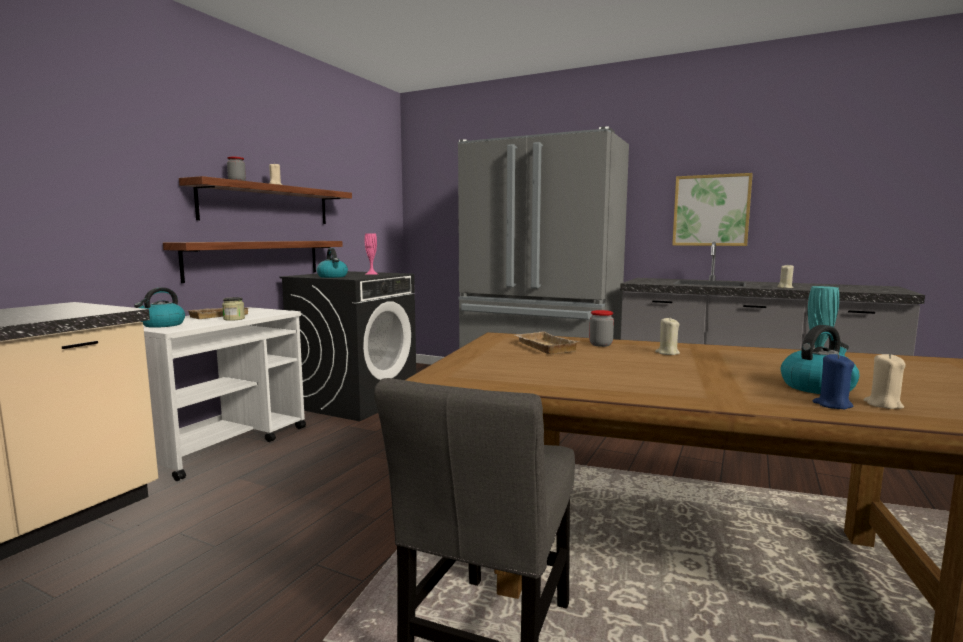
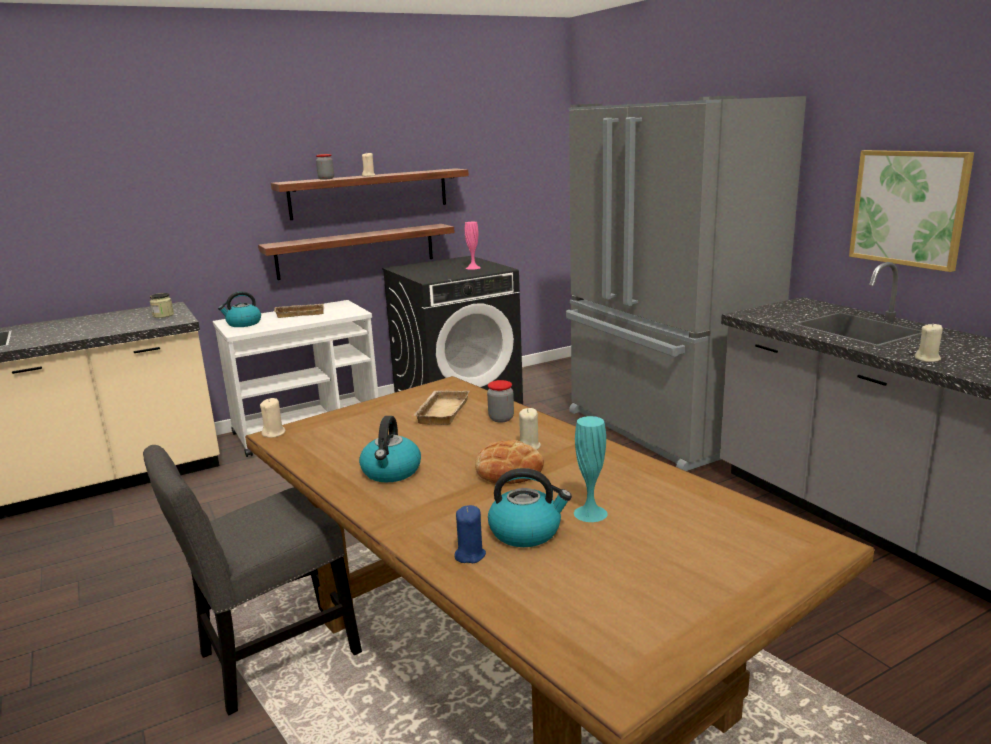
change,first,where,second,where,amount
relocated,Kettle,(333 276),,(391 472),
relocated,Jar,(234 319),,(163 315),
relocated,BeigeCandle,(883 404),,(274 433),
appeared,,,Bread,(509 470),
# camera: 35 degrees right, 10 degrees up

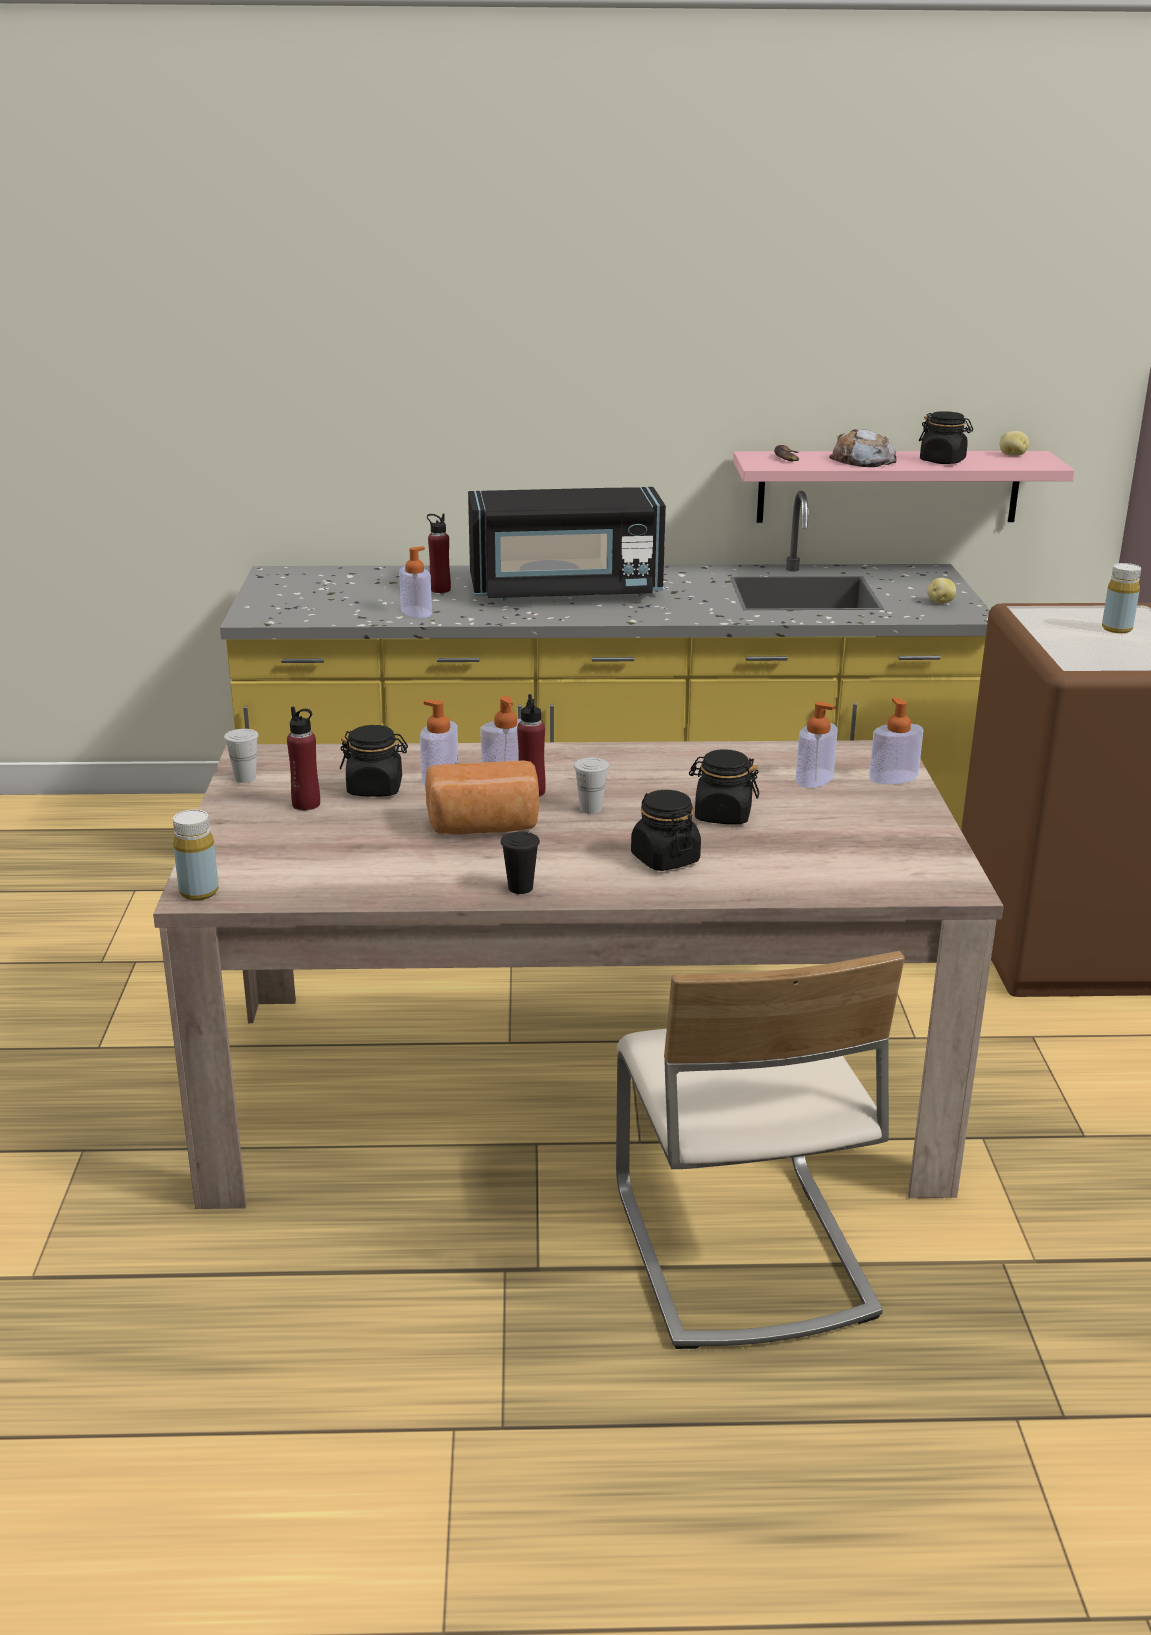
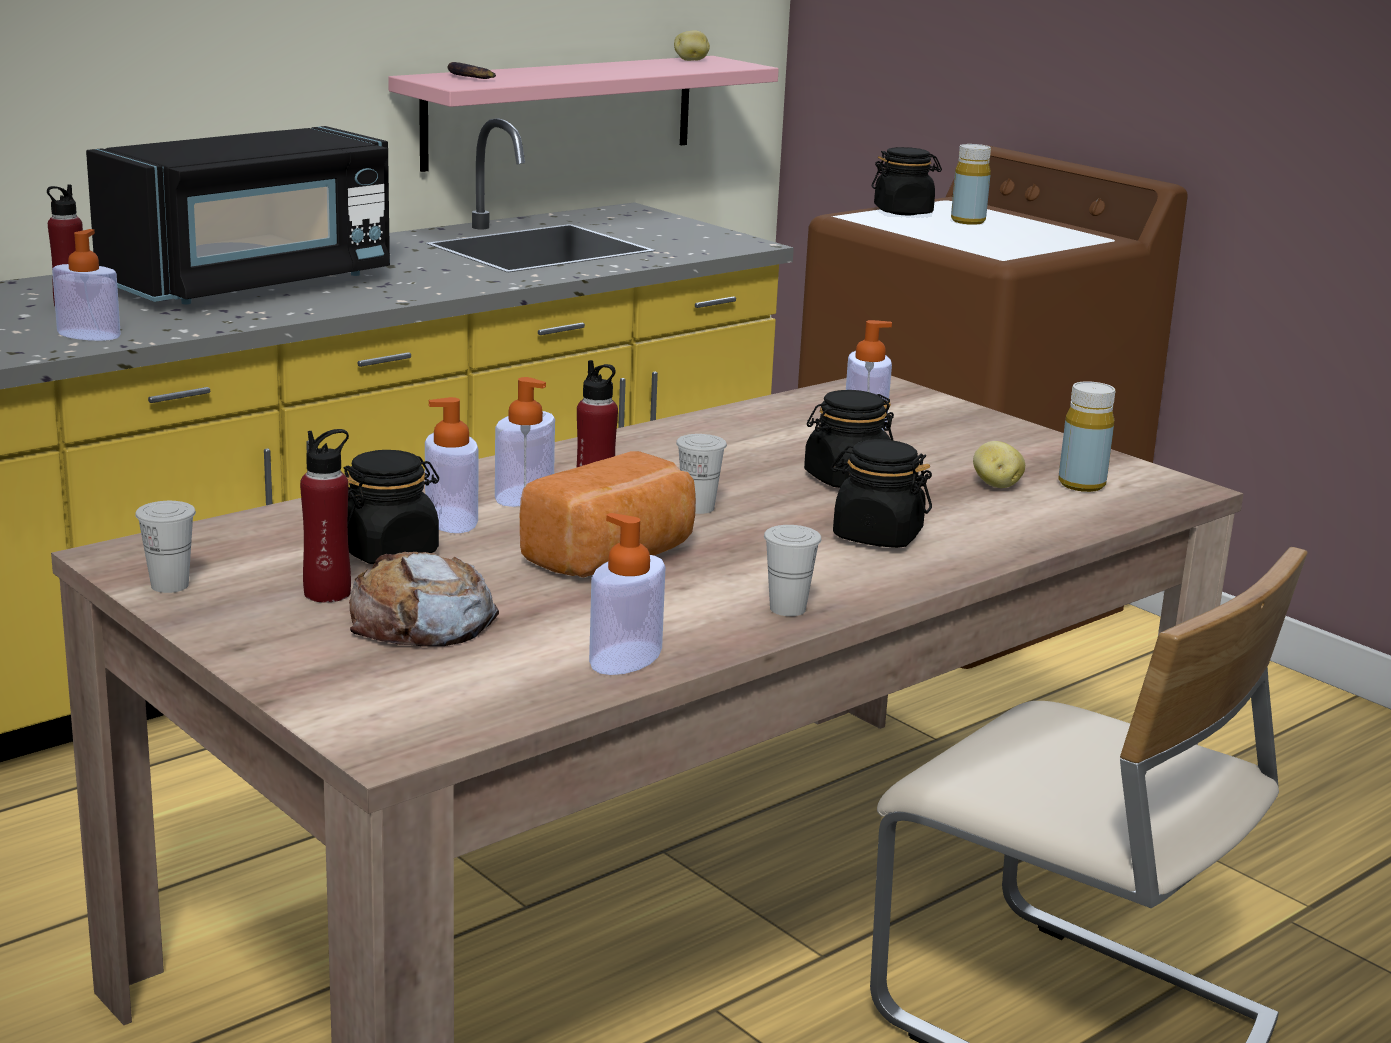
change,first,where,second,where,amount
relocated,BlackJar,(942 461),,(903 212),
relocated,Bread,(862 460),,(422 621),
relocated,Potato,(940 602),,(996 485),
relocated,SoapDispenser,(893 777),,(625 658),
relocated,YellowBottle,(199 892),,(1081 484),
colour,BlackCup,(520 888),WhiteCup,(787 609),
# camera: 40 degrees left, 5 degrees down

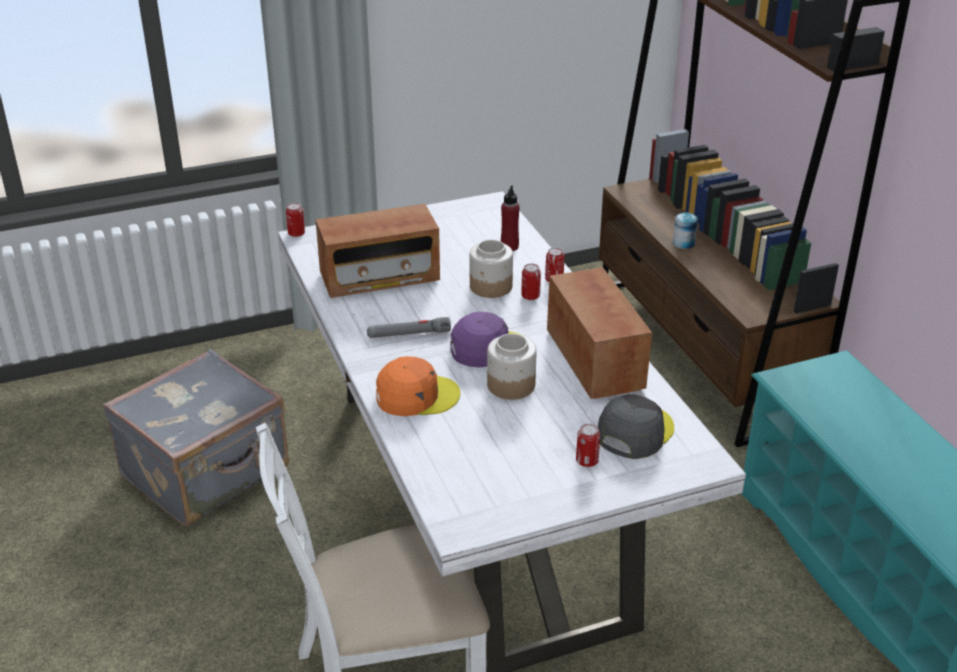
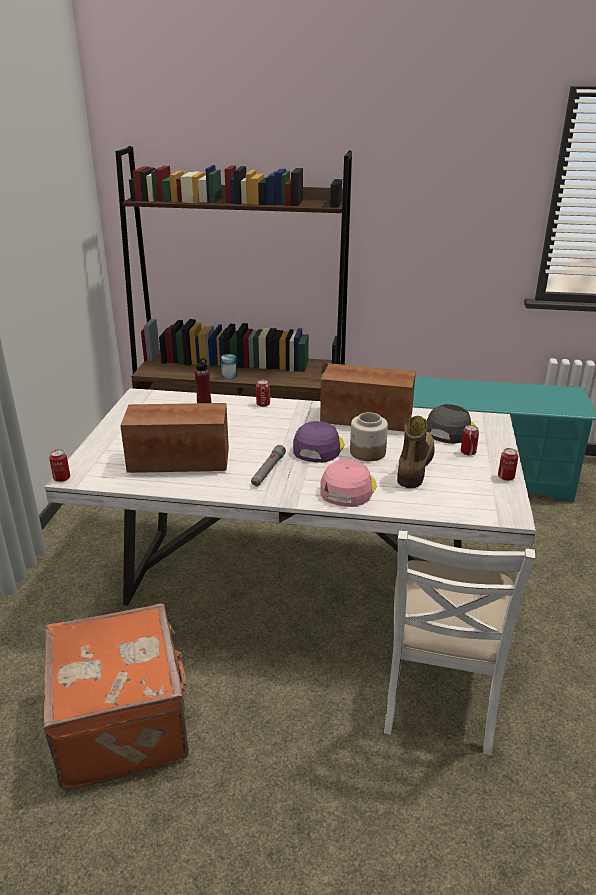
change,first,where,second,where,amount
spun,Radio,(379 278),,(179 461),105 degrees counterclockwise
missing,Jar,(491 287),,,
relocated,Can,(530 296),,(506 477),
colour,GreySuitcase,(208 473),OrangeSuitcase,(124 722),
colour,OrangeCap,(416 395),PinkCap,(347 489),
spun,GreyCap,(634 432),,(450 430),60 degrees clockwise
appeared,,,Boot,(414 466),
# camera: 60 degrees left, 5 degrees down

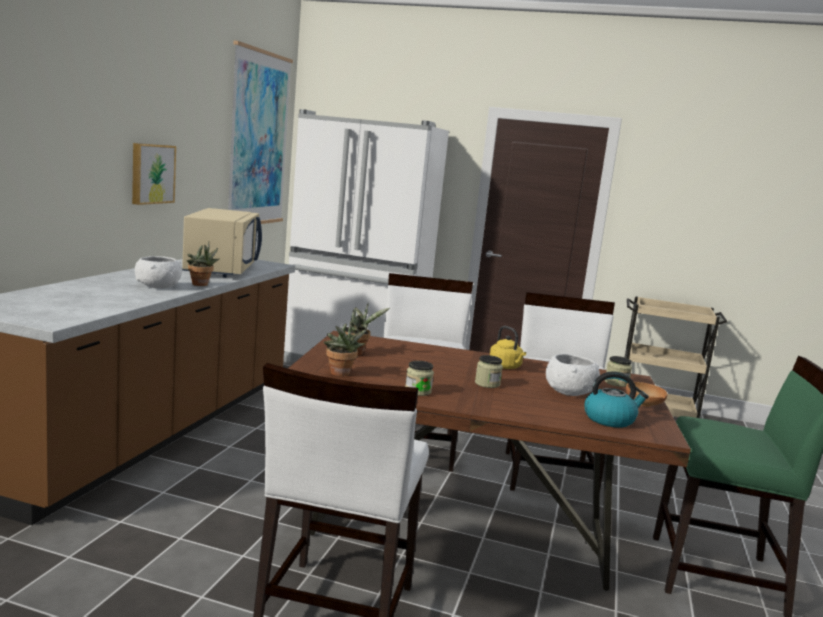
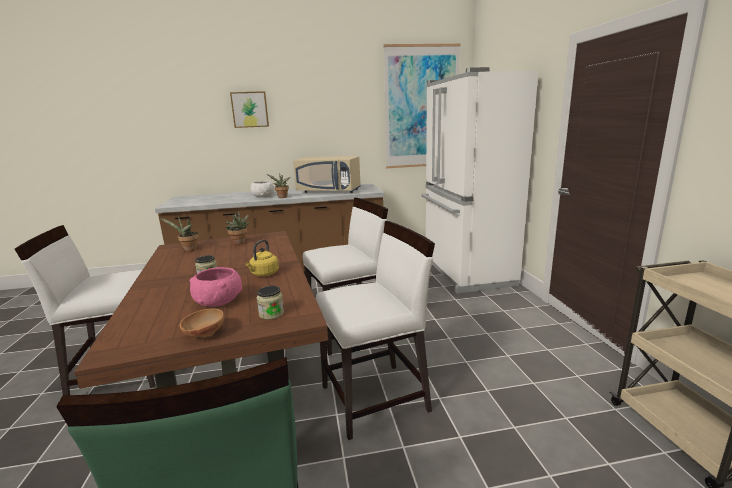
change,first,where,second,where,amount
relocated,Picture,(151 173),,(250 109),
spun,BeigeMicrowave,(221 269),,(329 191),45 degrees clockwise
colour,WhiteBowl,(569 391),PinkBowl,(218 301),
missing,Jar,(418 391),,,
missing,Kettle,(610 419),,,
# camera: 65 degrees right, 5 degrees up

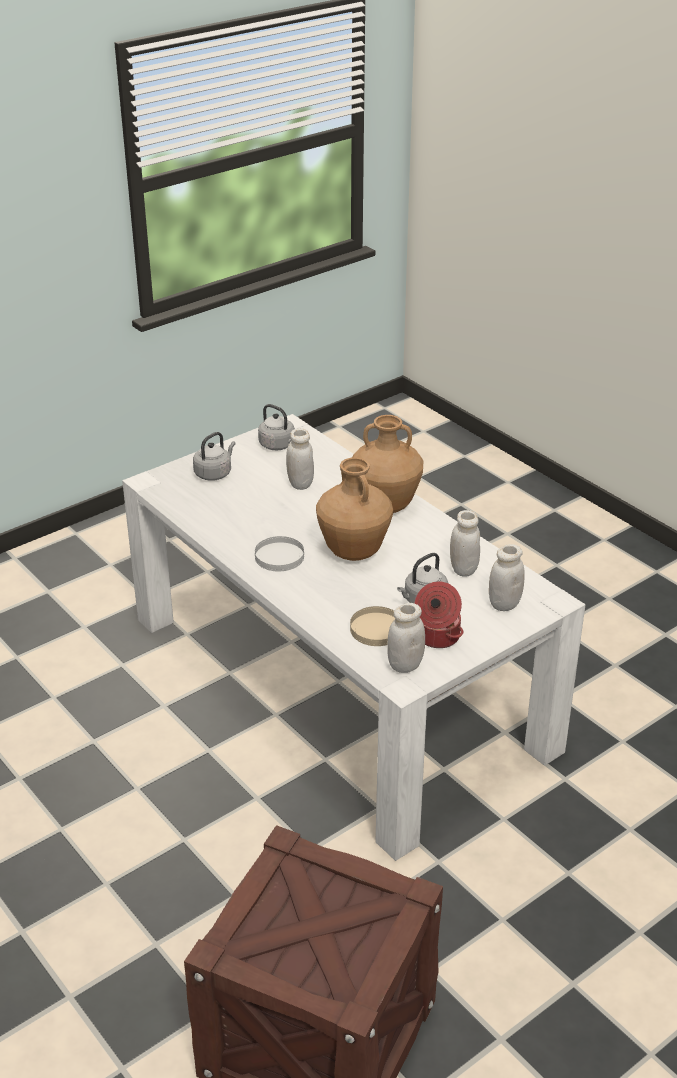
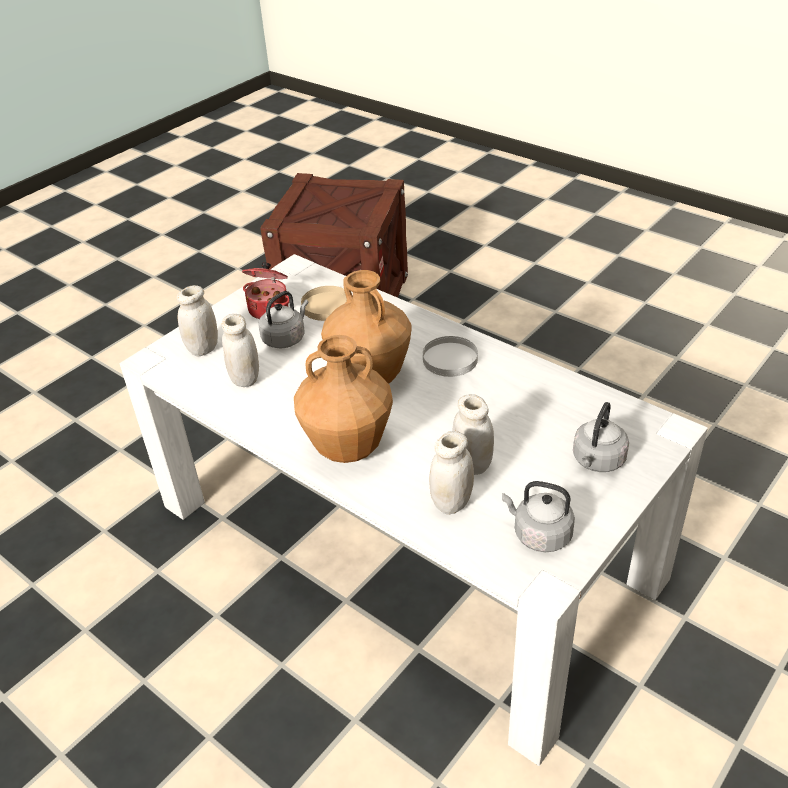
change,first,where,second,where,amount
relocated,WhiteJar,(405 665),,(452 503),
# camera: 170 degrees right, 5 degrees up

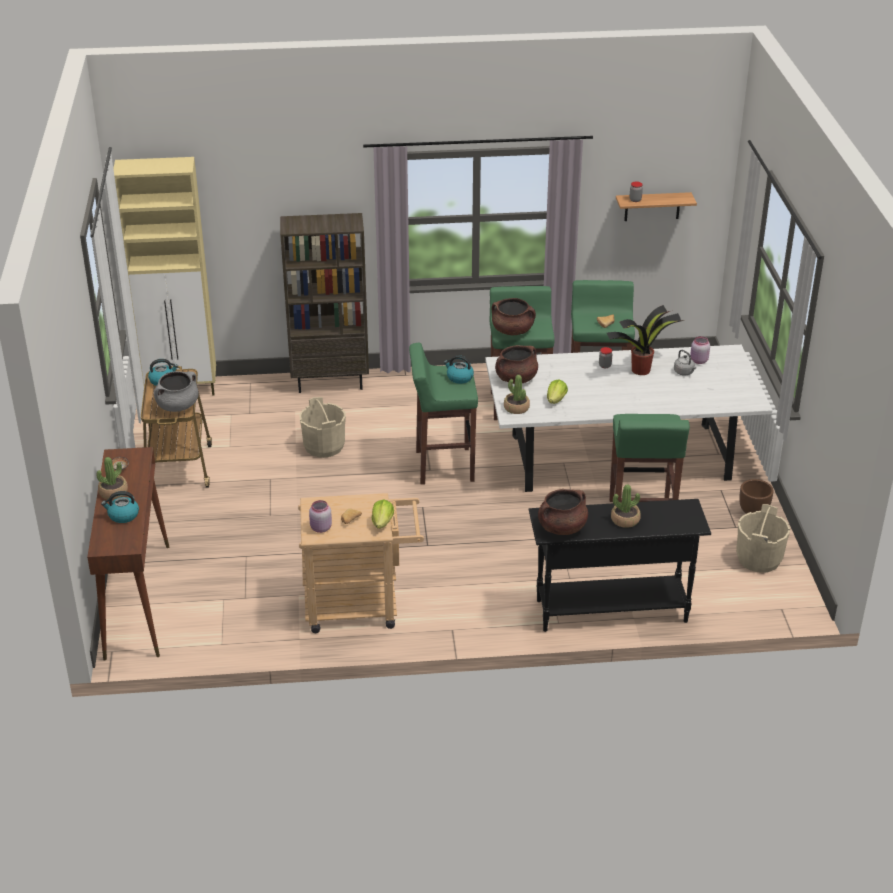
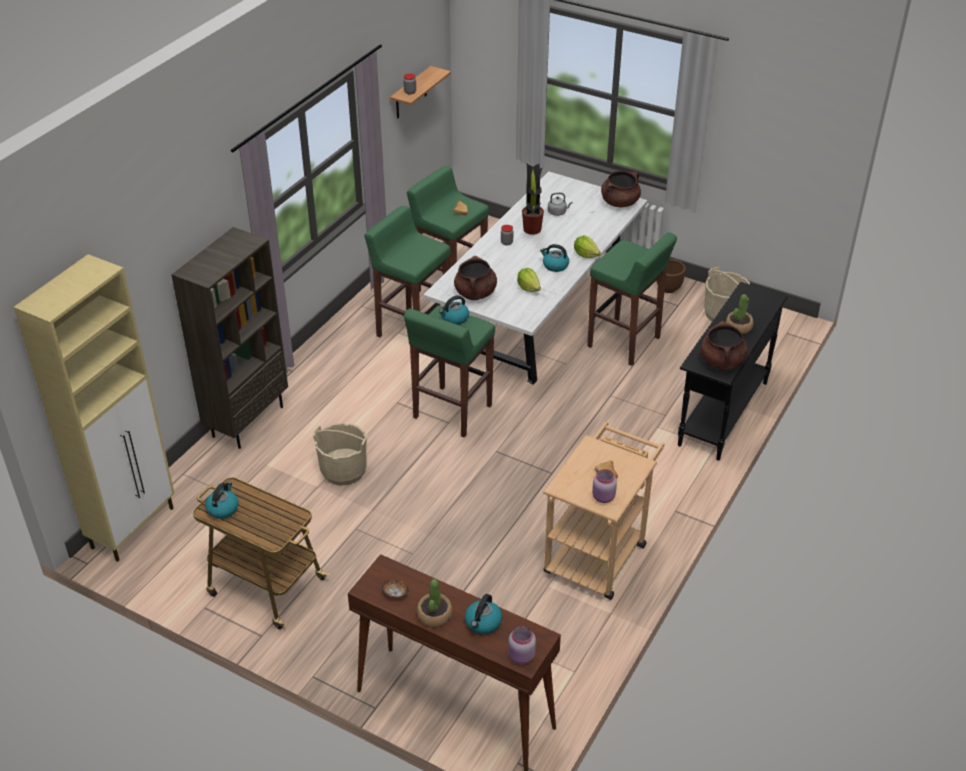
change,first,where,second,where,amount
relocated,BrownCookingPot,(512 331),,(620 202),
relocated,PinkJar,(698 361),,(521 657),
missing,GreyCookingPot,(177 406),,,
missing,PottedPlant,(516 408),,,
relocated,Lettuce,(382 522),,(586 254),
appeared,,,Kettle,(555 266),
# camera: 55 degrees left, 5 degrees up

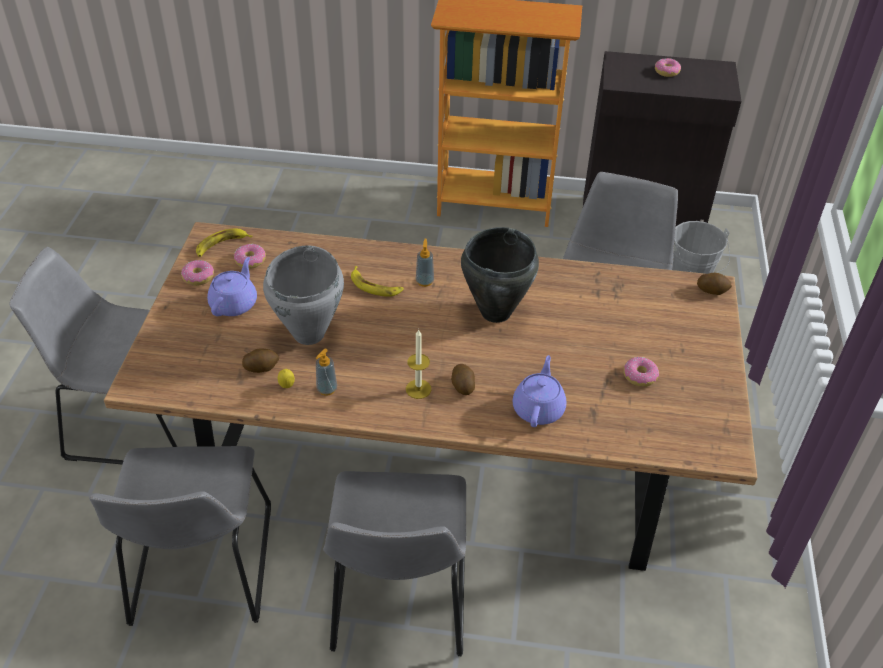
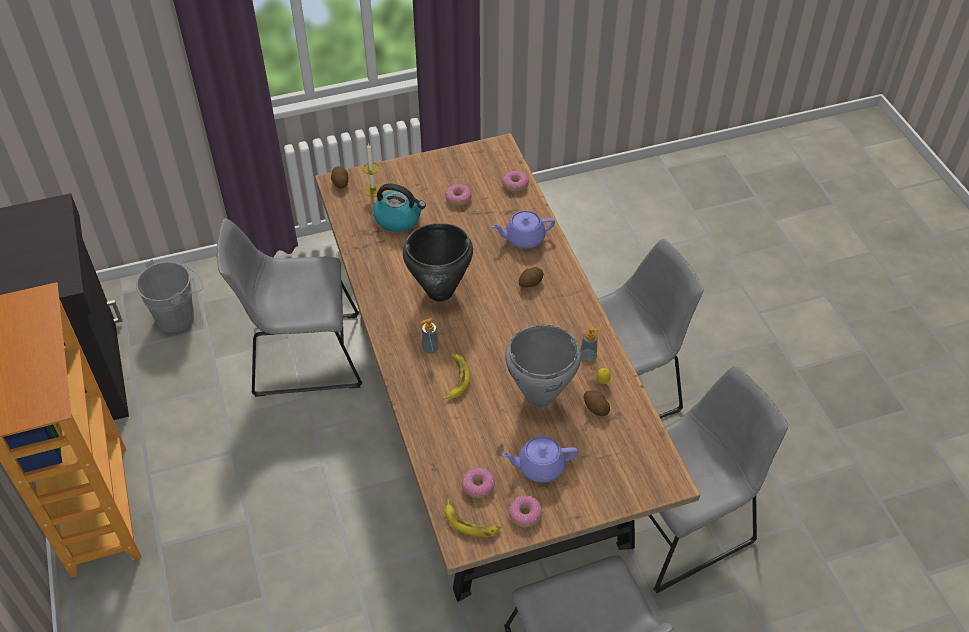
change,first,where,second,where,amount
relocated,Donut,(666 72),,(515 185),
relocated,Candle,(418 389),,(373 190),
appeared,,,Kettle,(398 219),
# camera: 115 degrees left, 5 degrees up

